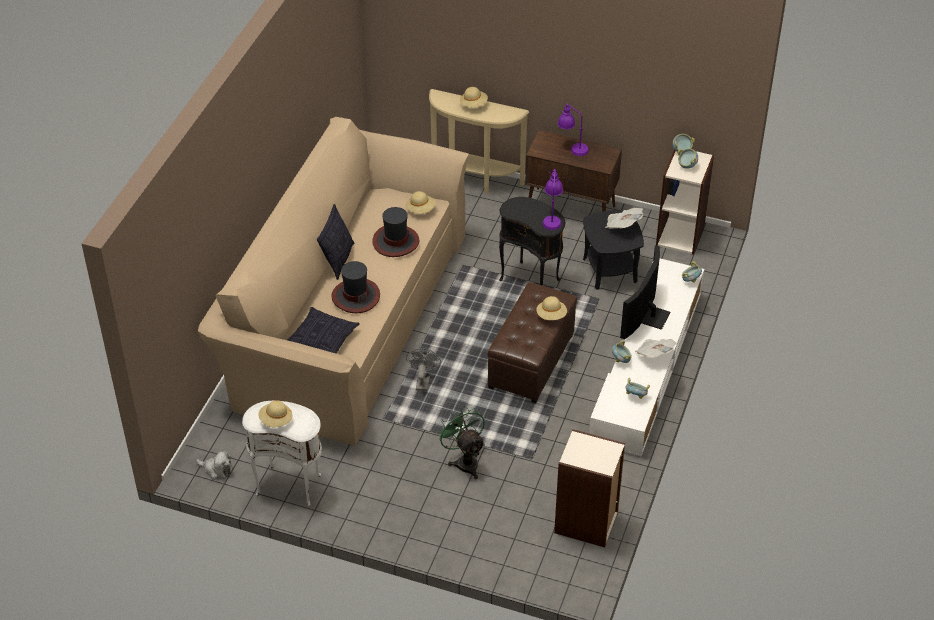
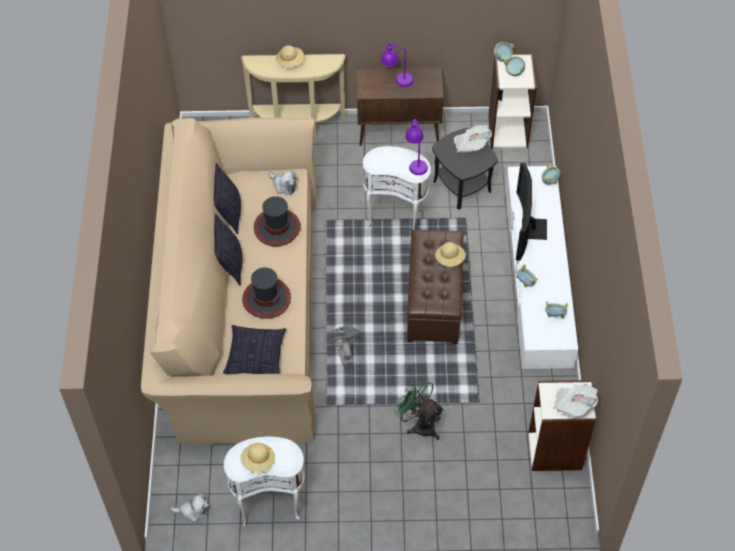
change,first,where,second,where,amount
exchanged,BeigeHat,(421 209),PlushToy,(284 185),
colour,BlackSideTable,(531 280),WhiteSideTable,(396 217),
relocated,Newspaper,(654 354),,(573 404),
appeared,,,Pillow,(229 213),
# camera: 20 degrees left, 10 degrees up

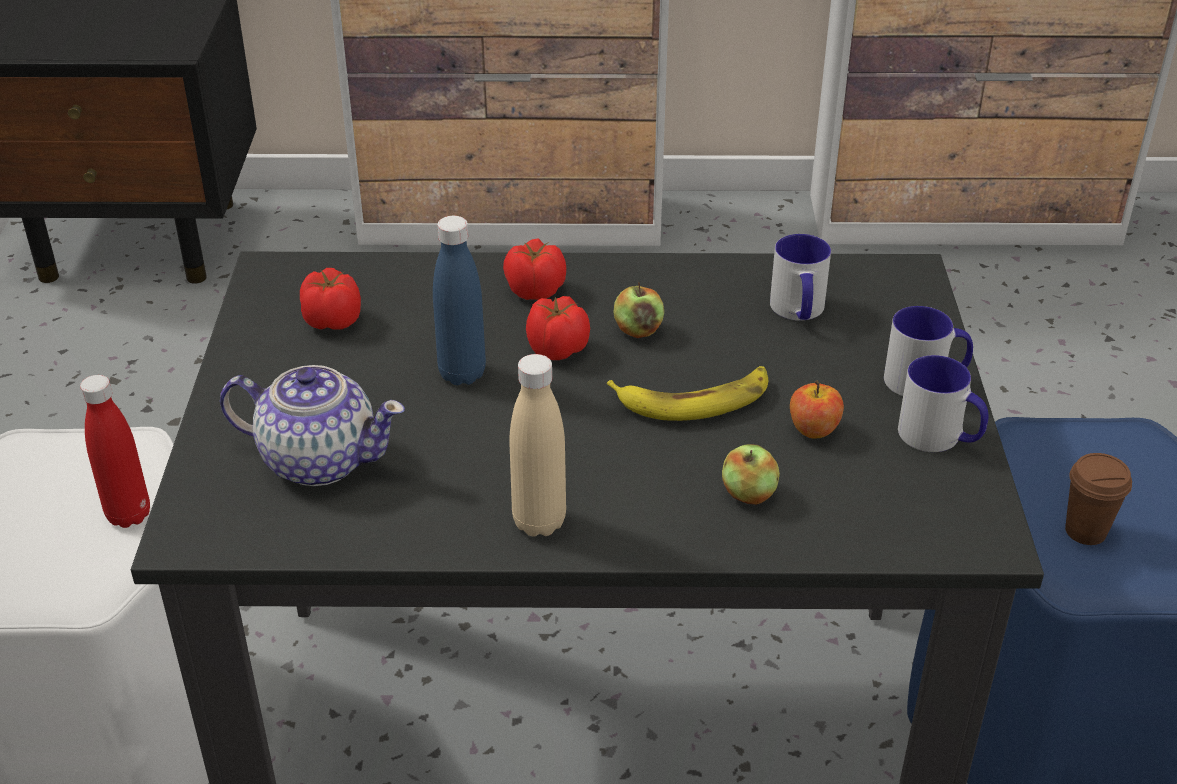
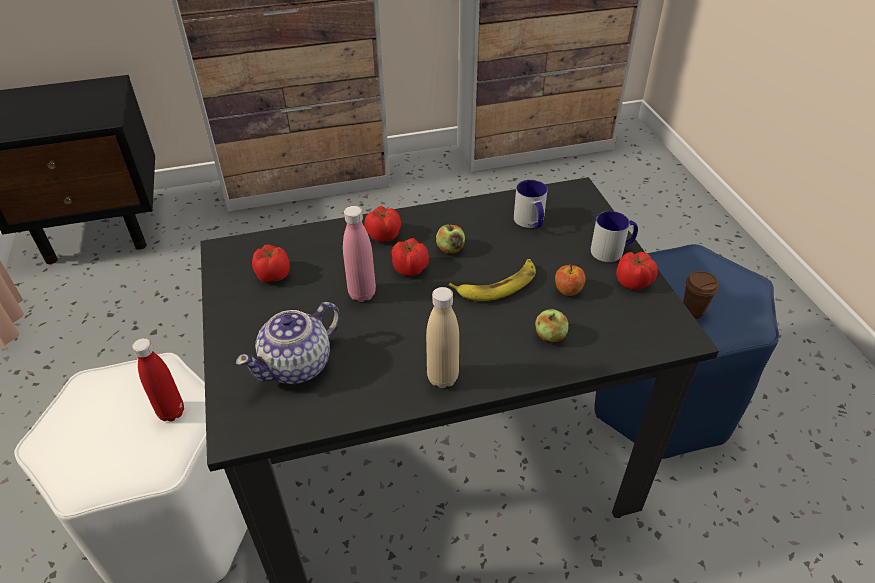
change,first,where,second,where,amount
colour,BlueBottle,(462 374),PinkBottle,(362 294),
exchanged,Mug,(940 437),Tomato,(634 282),
spun,Teapot,(318 459),,(298 365),135 degrees clockwise
# camera: 15 degrees left, 5 degrees up

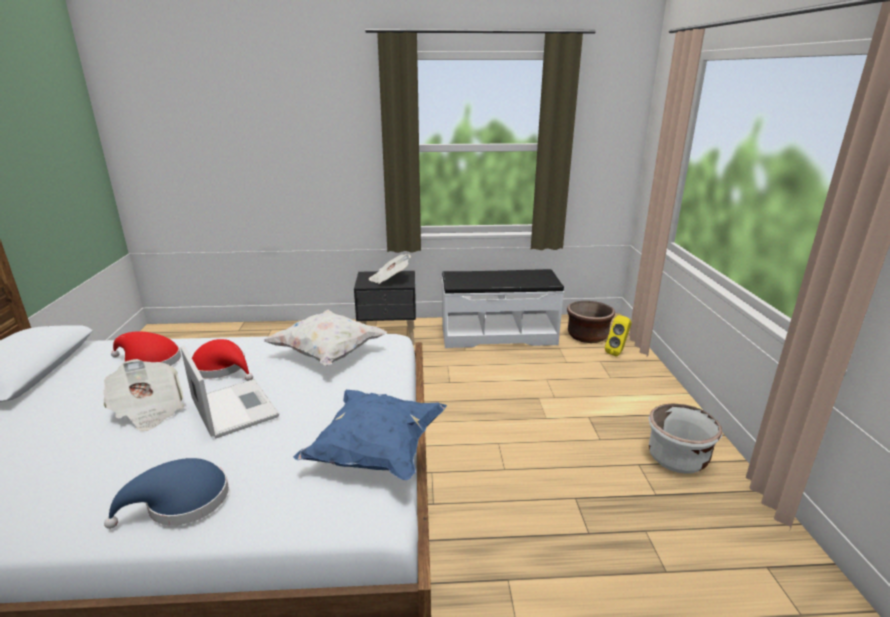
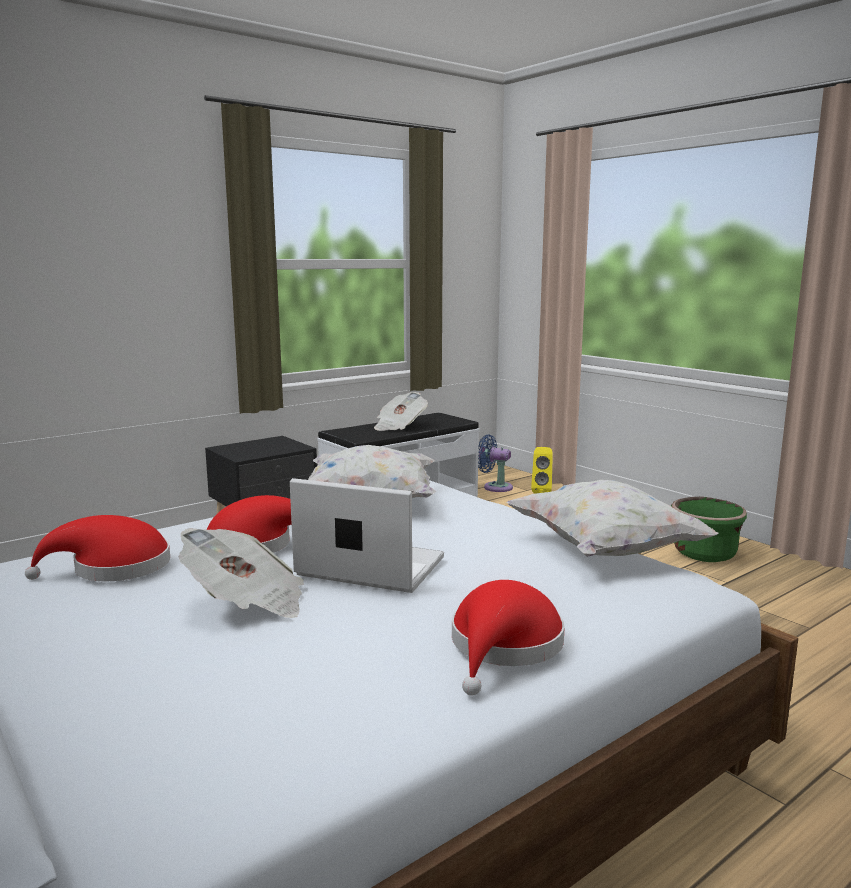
change,first,where,second,where,amount
relocated,Newspaper,(389 279),,(399 426),
exchanged,BrownPlanter,(587 336),BlueFan,(495 487),
colour,BluePillow,(376 452),WhitePillow,(606 550),
colour,WhitePlanter,(677 458),GreenPlanter,(704 553),
colour,BlueHat,(181 502),RedHat,(504 647),
# camera: 35 degrees left, 10 degrees down

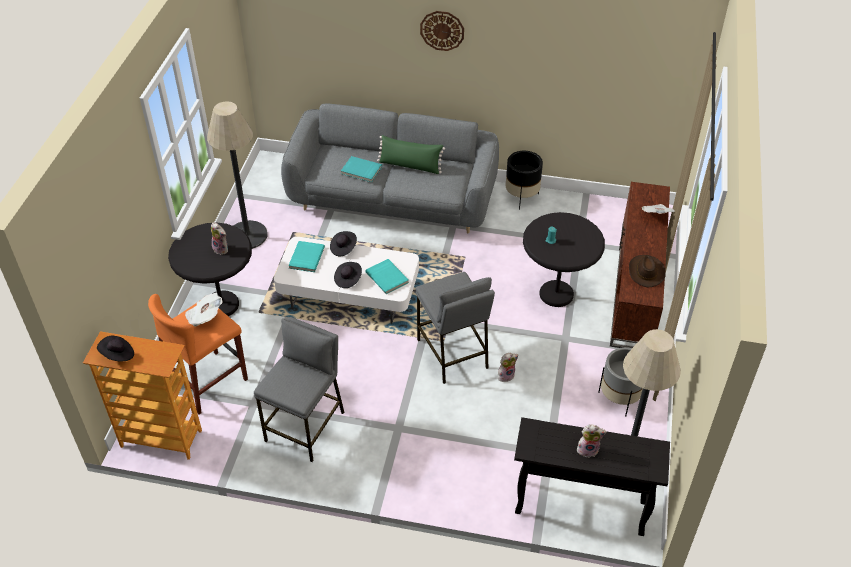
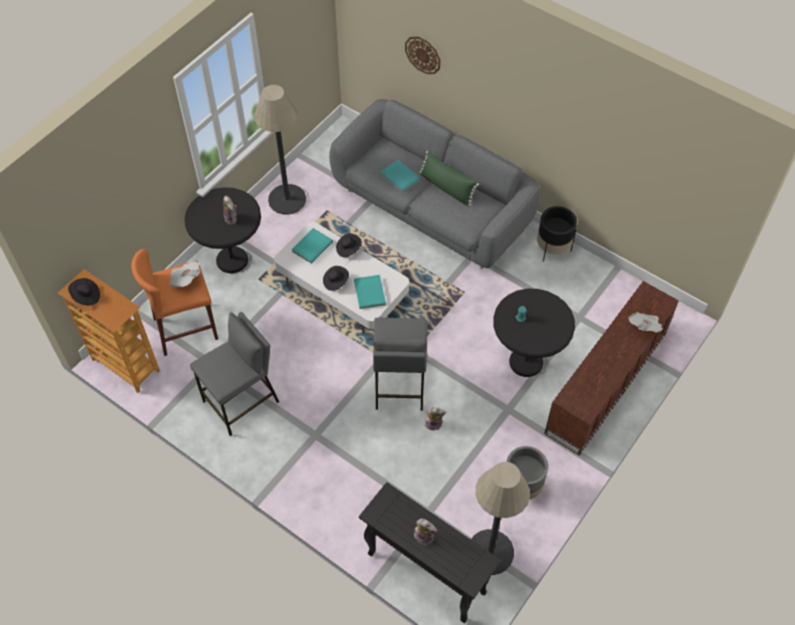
change,first,where,second,where,amount
relocated,WallClock,(442 30),,(423 55),
missing,BrownHat,(645 272),,,
# camera: 25 degrees right, 10 degrees up

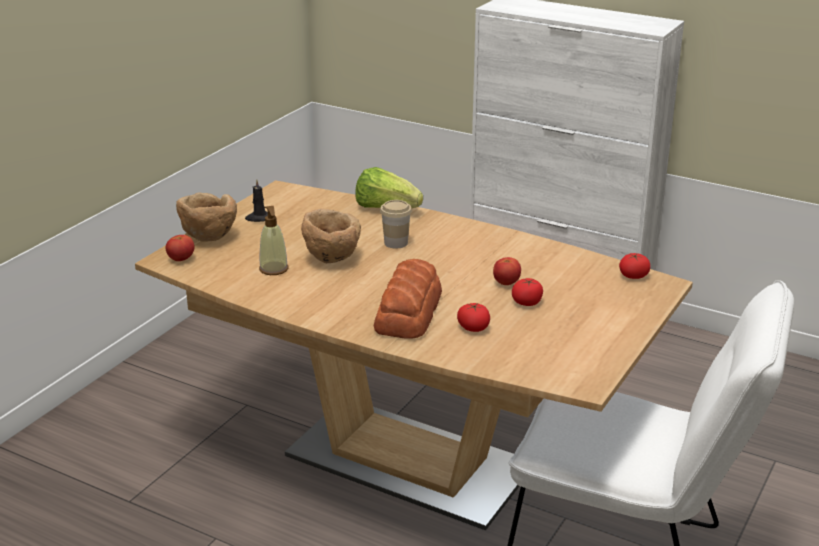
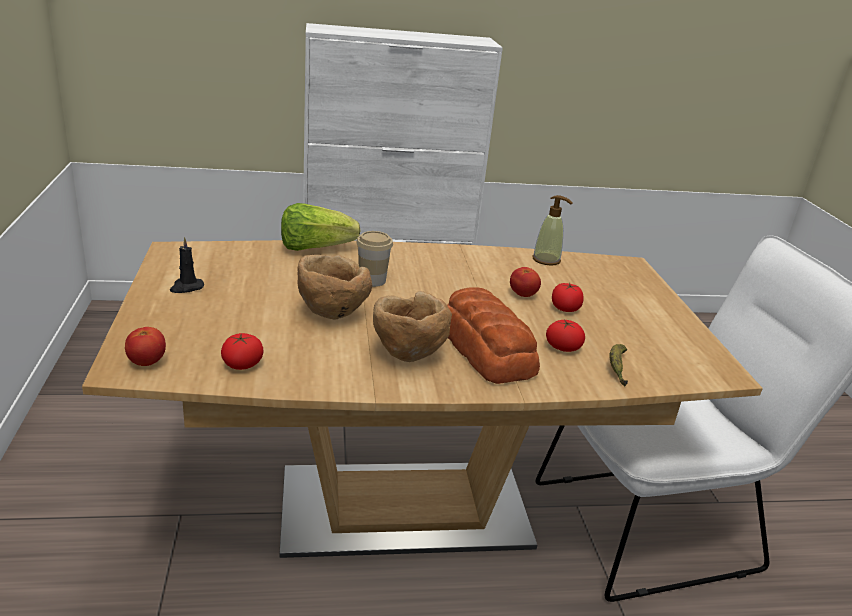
change,first,where,second,where,amount
relocated,BrownBowl,(208 237),,(407 354),
relocated,SoapDispenser,(273 269),,(546 260),
relocated,Tomato,(633 276),,(242 364),
appeared,,,Banana,(617 368),
# camera: 40 degrees left, 0 degrees up

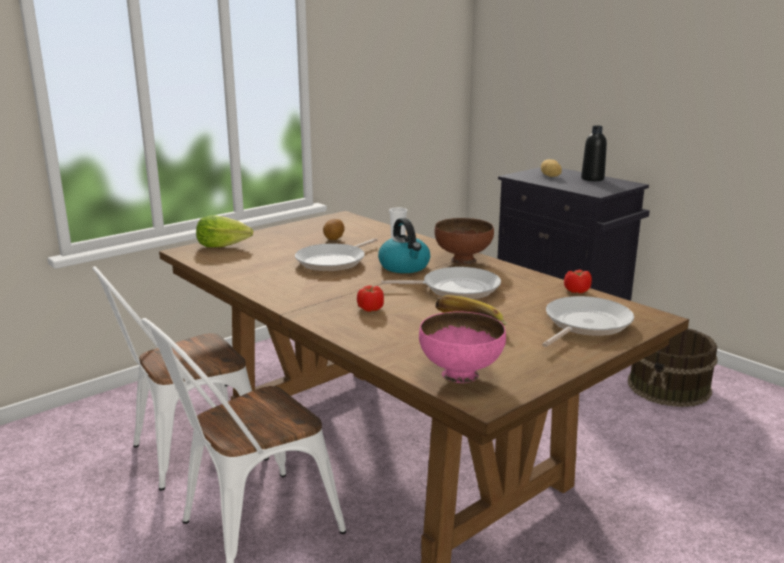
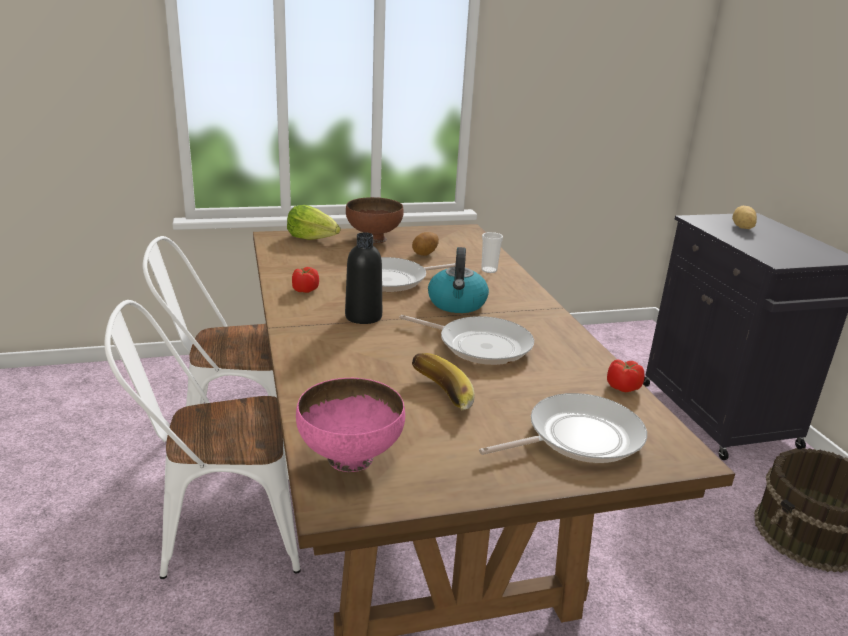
change,first,where,second,where,amount
relocated,BlackBottle,(592 179),,(363 316),
relocated,BrownBowl,(462 260),,(374 239),
relocated,Tomato,(370 309),,(305 290),
# camera: 25 degrees right, 5 degrees up

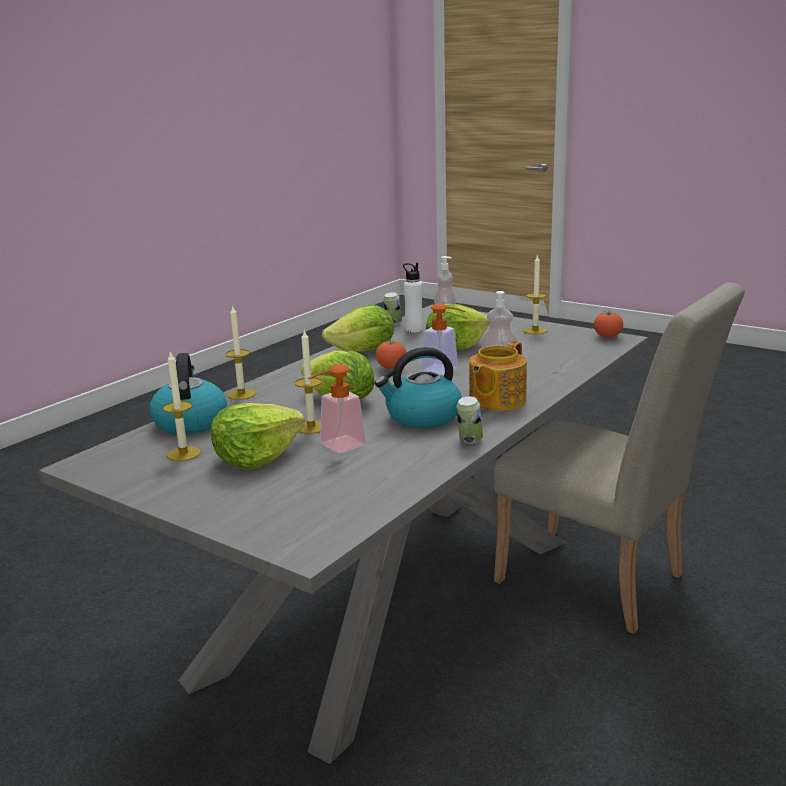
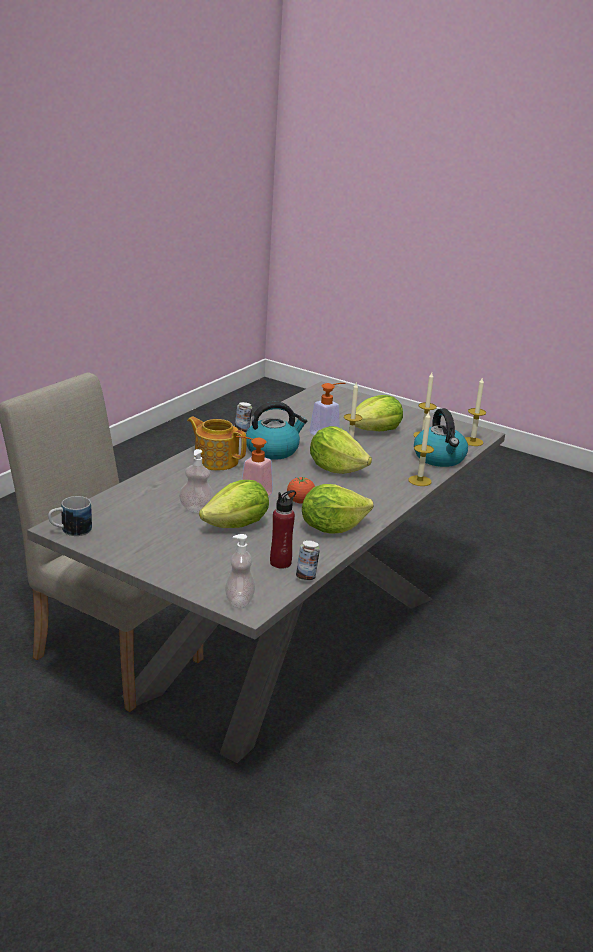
change,first,where,second,where,amount
relocated,Candle,(535 330),,(472 441),
colour,WhiteBottle,(414 329),RedBottle,(280 563),
exchanged,Tomato,(607 337),Mug,(70 531),
spun,Teapot,(496 400),,(215 460),90 degrees counterclockwise
# camera: 175 degrees right, 5 degrees up

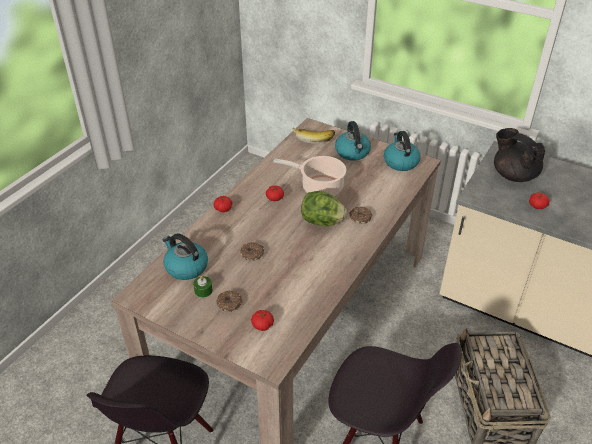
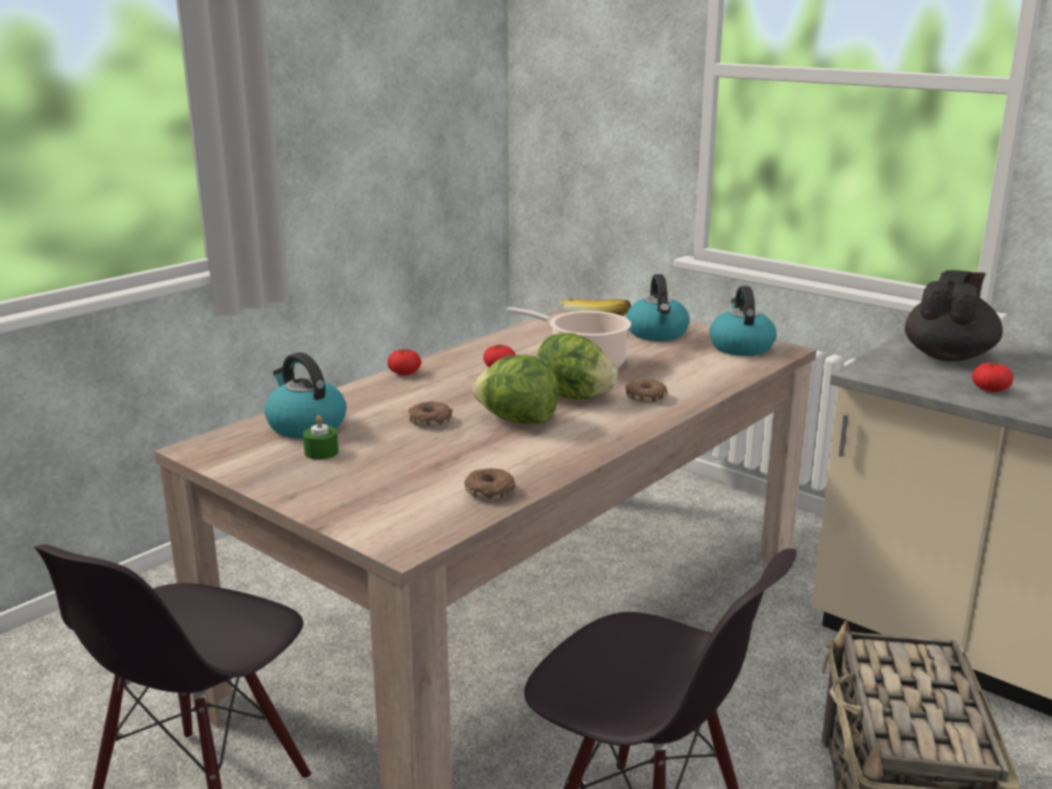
change,first,where,second,where,amount
spun,BlackTeapot,(513 175),,(948 356),60 degrees clockwise
relocated,Donut,(230 304),,(490 492),
missing,Tomato,(262 325),,,
appeared,,,Lettuce,(517 420),
# camera: 10 degrees right, 20 degrees down

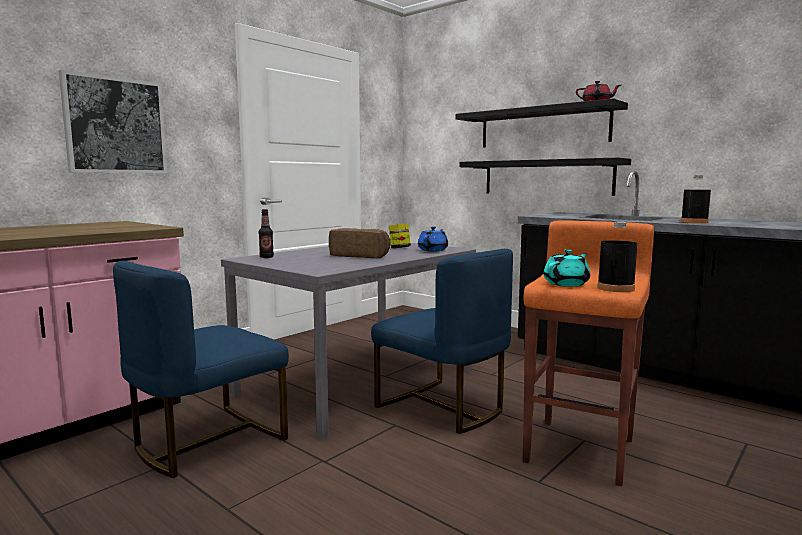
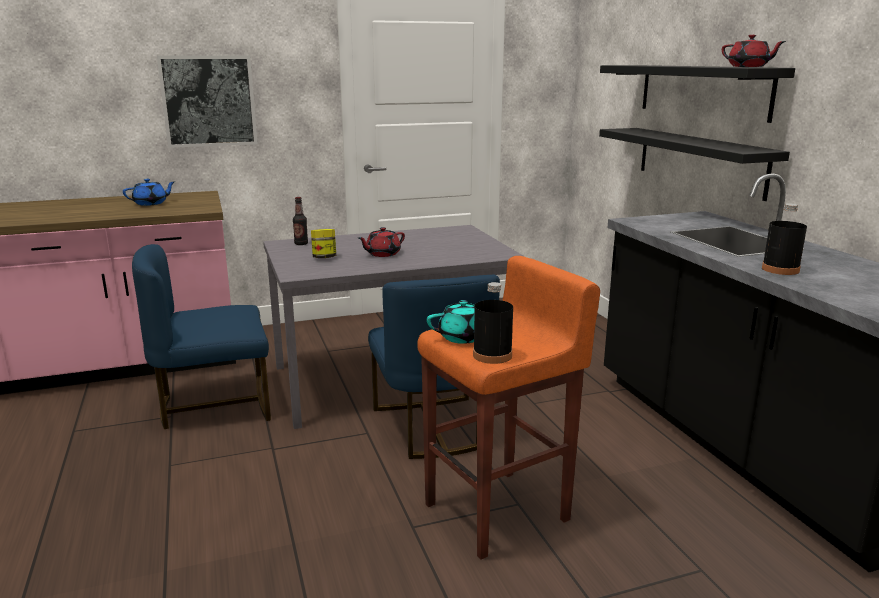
change,first,where,second,where,amount
relocated,Jar,(399 248),,(324 258),
relocated,BlueTeapot,(433 250),,(151 203),
exchanged,Bread,(360 256),RedTeapot,(382 254),
# camera: 30 degrees right, 10 degrees up

